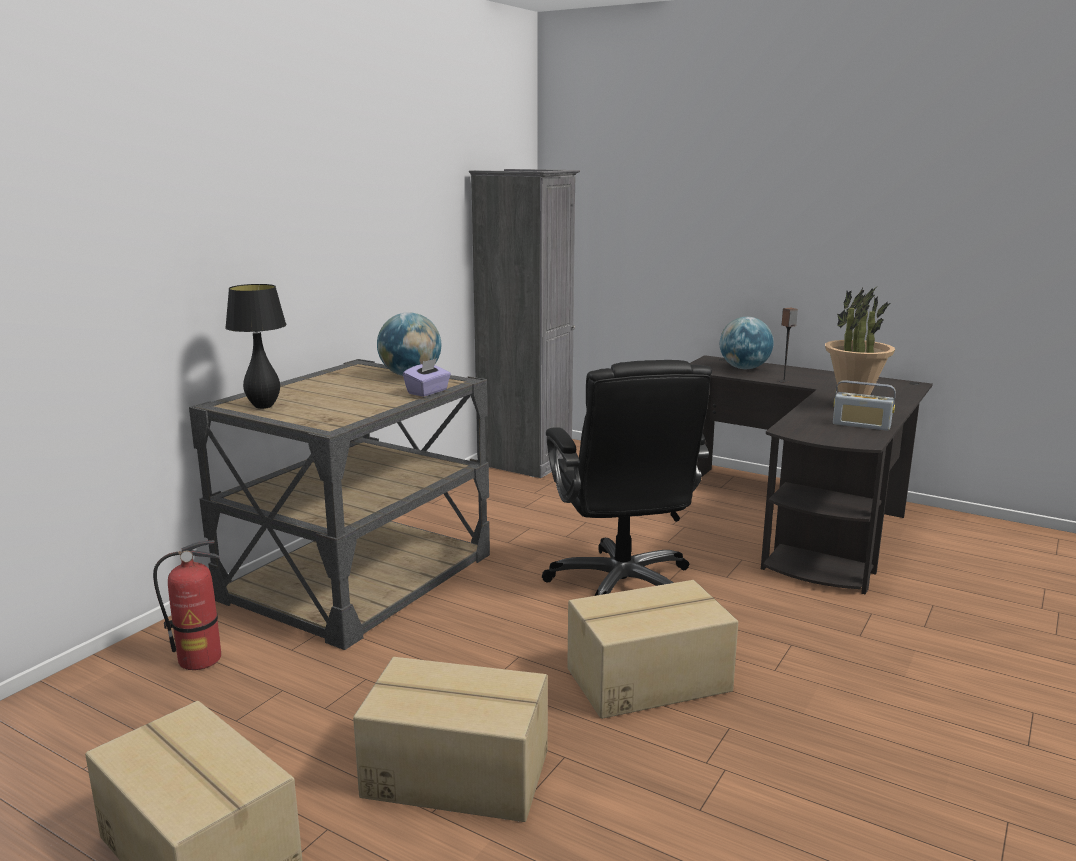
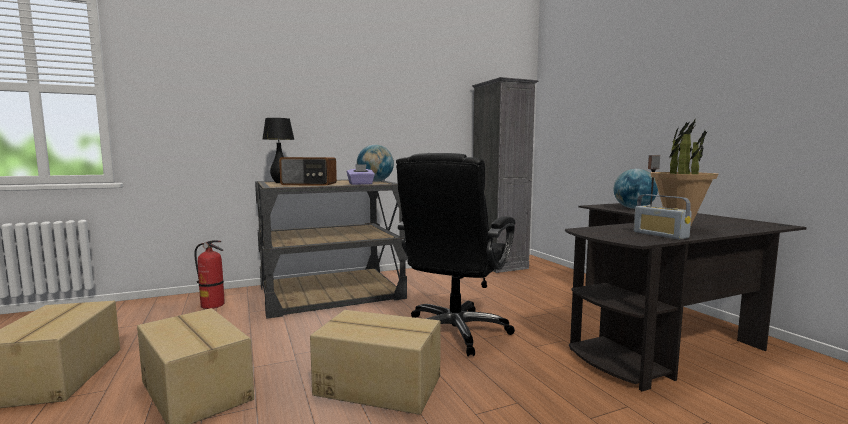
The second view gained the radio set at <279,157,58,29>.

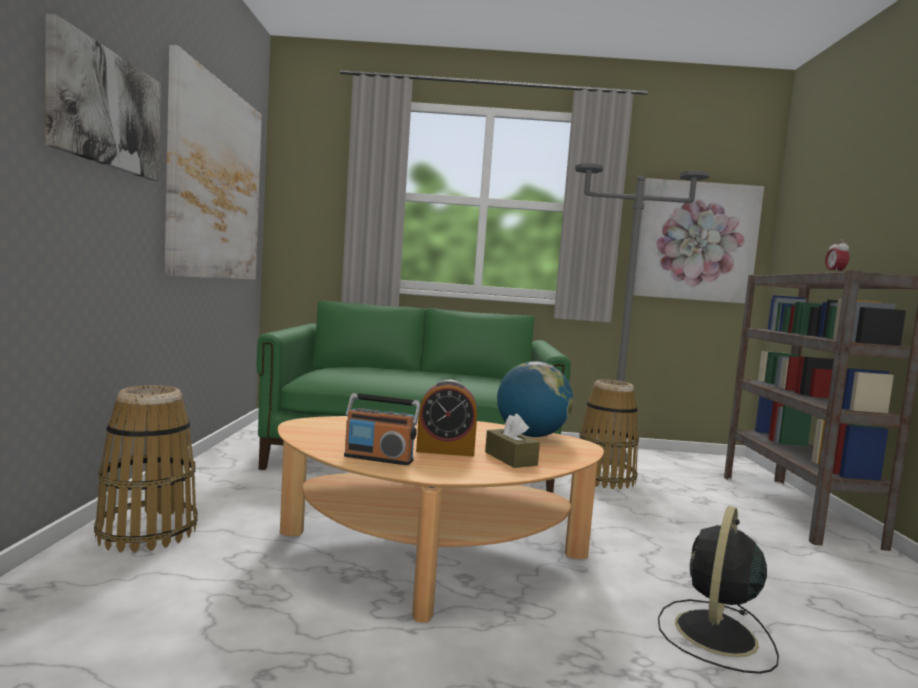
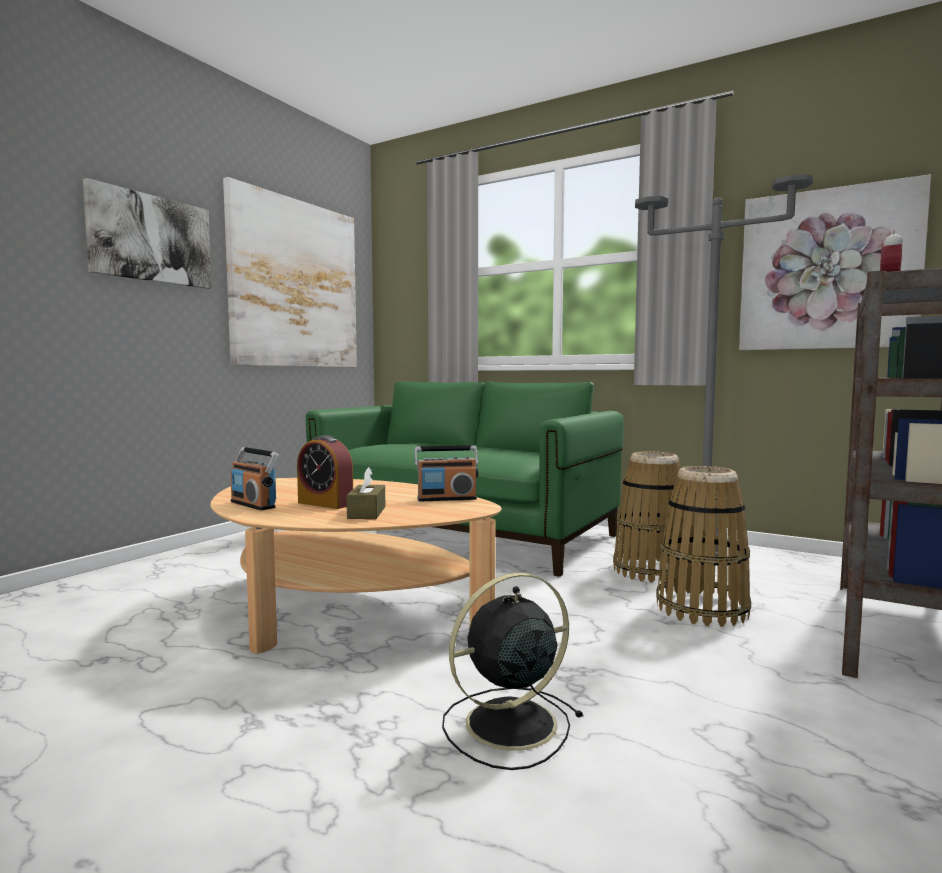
The basket ended up elsewhere, having gone from <94,385,104,168> to <656,466,95,161>.
Where the world globe stood at <497,361,76,76>, the radio set came to stand at <415,445,64,56>.

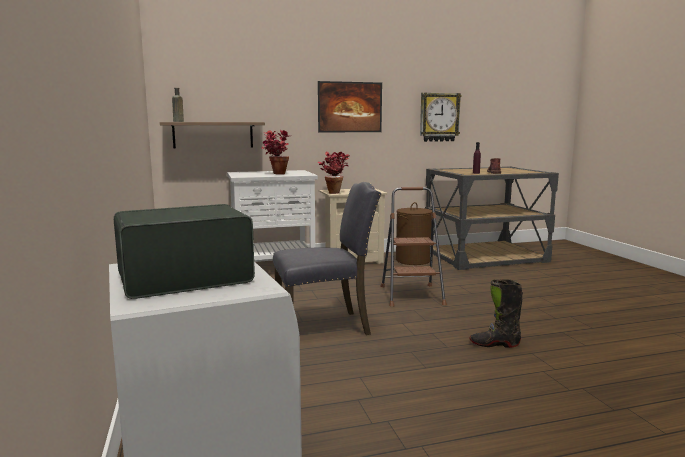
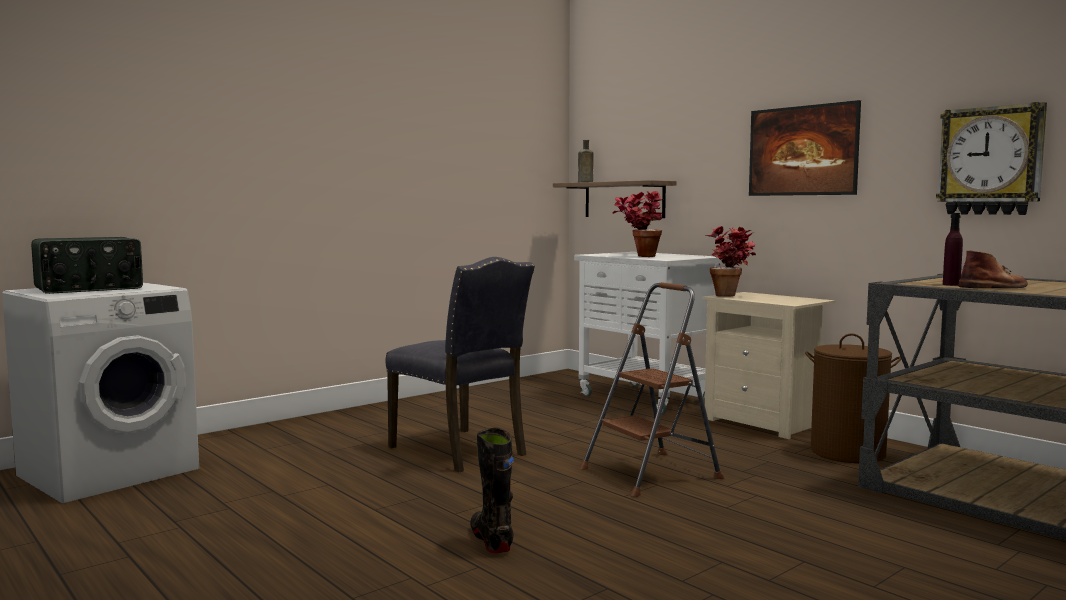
The radio set at <114,204,141,95> ended up facing another way, 105 degrees clockwise from before.

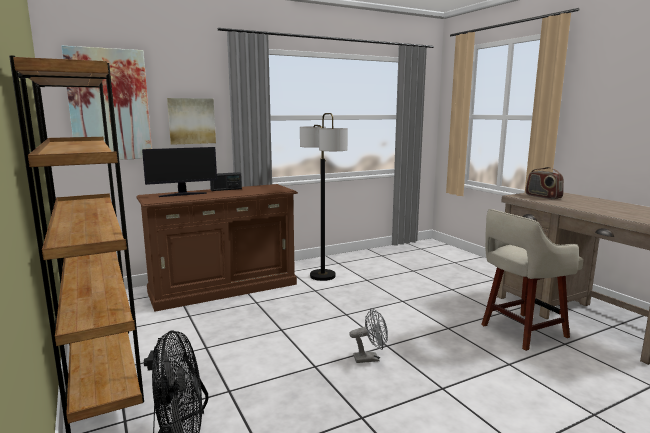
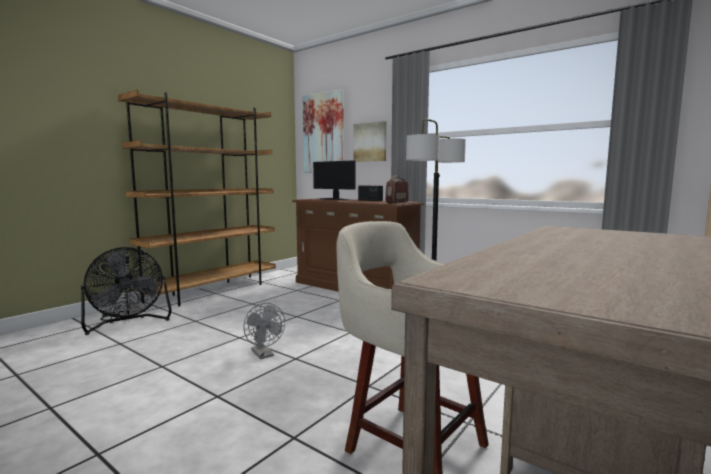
The radio set ended up elsewhere, having gone from <526,167,38,32> to <385,175,24,28>.

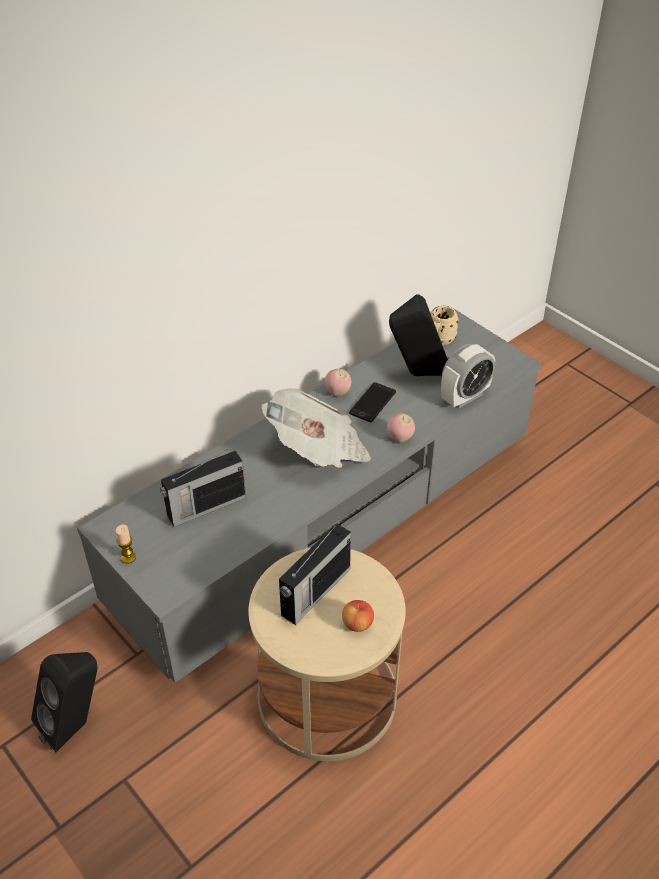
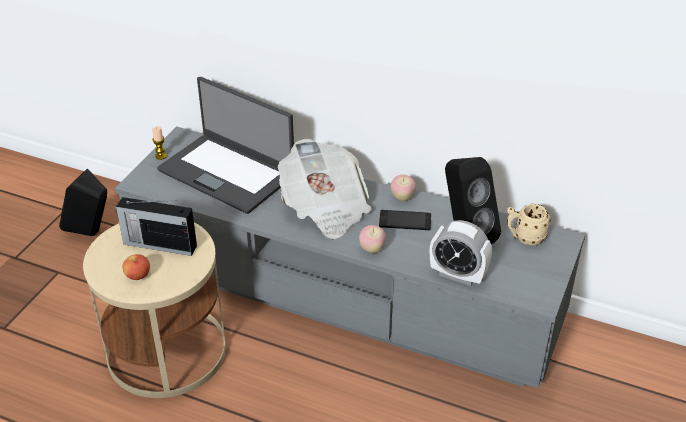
Where the radio set stood at <160,449,86,78>, the laptop came to stand at <157,77,137,137>.

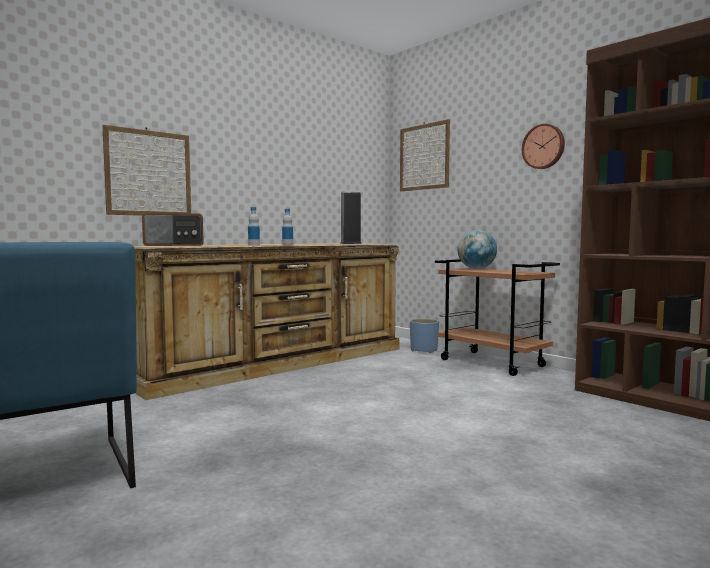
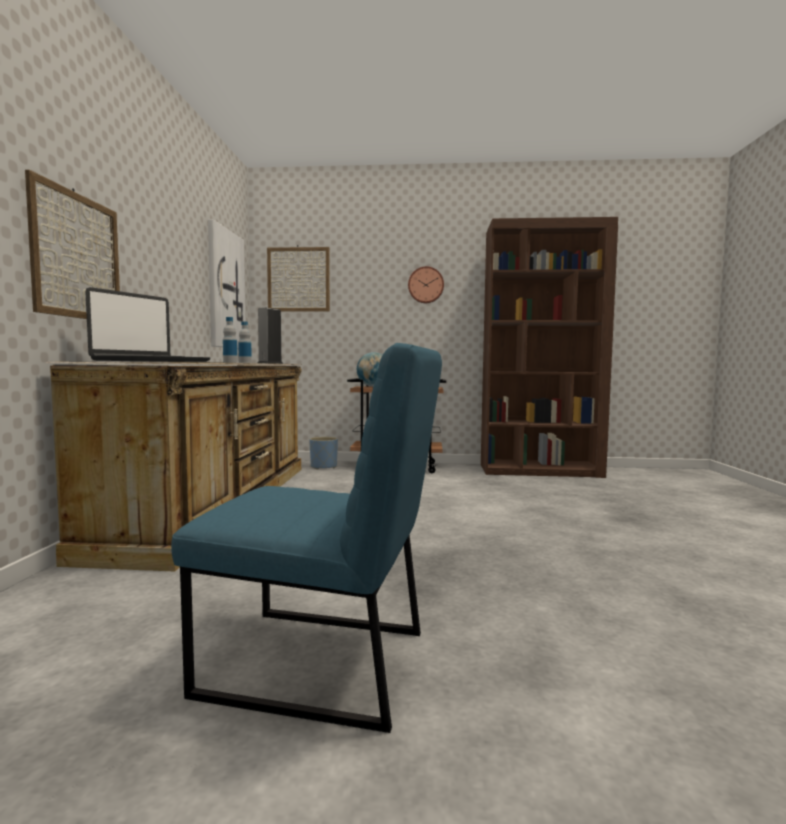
The second view gained the picture at <208,219,37,130>.
Where the radio set stood at <142,213,62,33>, the laptop came to stand at <85,287,125,75>.

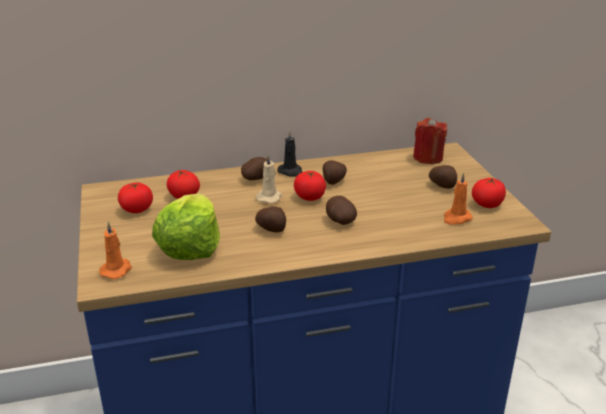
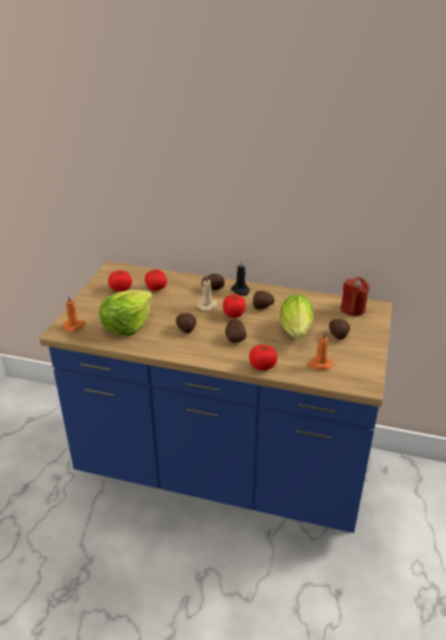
The second view gained the lettuce head at <280,294,34,45>.
The fresh tomato ended up elsewhere, having gone from <472,177,34,31> to <249,345,28,25>.

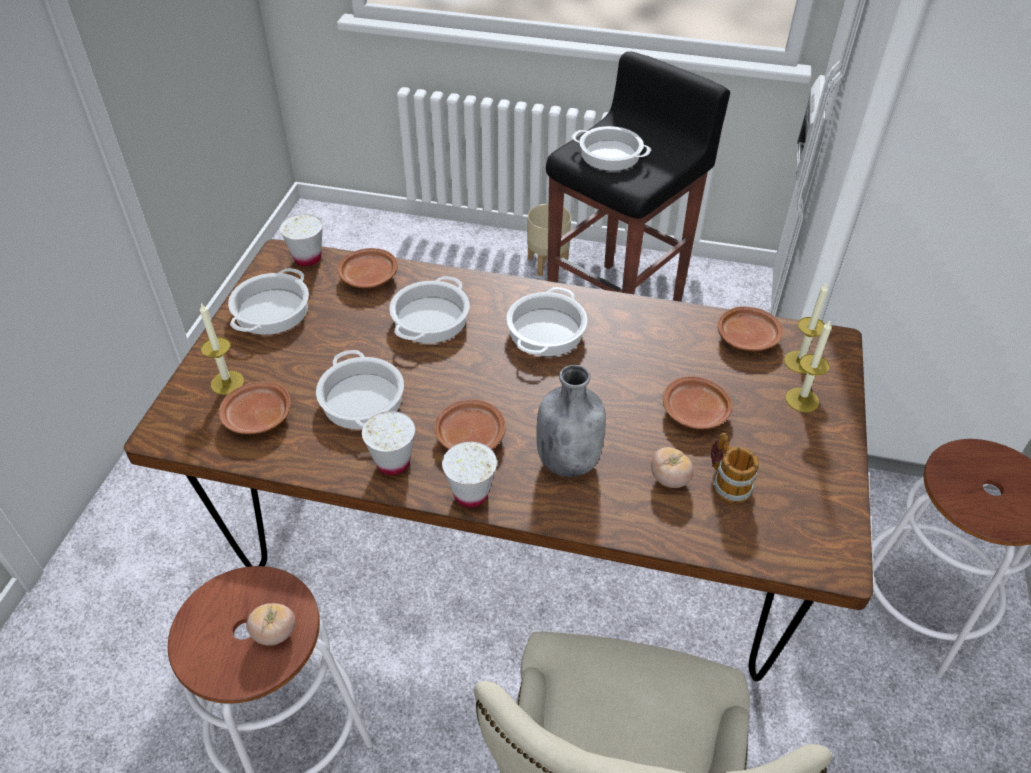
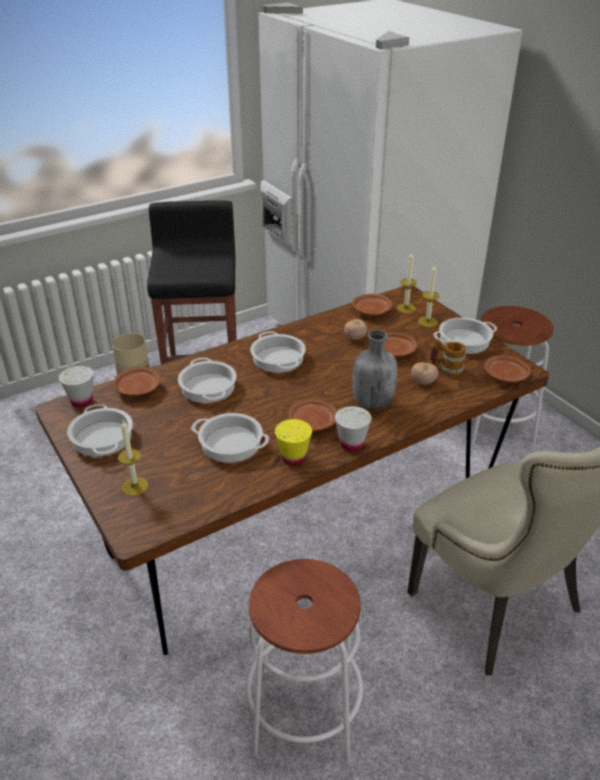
The flat dish (brown-coloured) ended up elsewhere, having gone from <219,381,72,53> to <484,355,47,28>.
The fresh tomato ended up elsewhere, having gone from <246,603,49,43> to <344,319,23,21>.
The saucepot ended up elsewhere, having gone from <572,126,79,45> to <433,317,64,37>.
What was the small cup (white-coloured) at <362,411,53,64> turned into the small cup (yellow) at <275,419,37,46>.

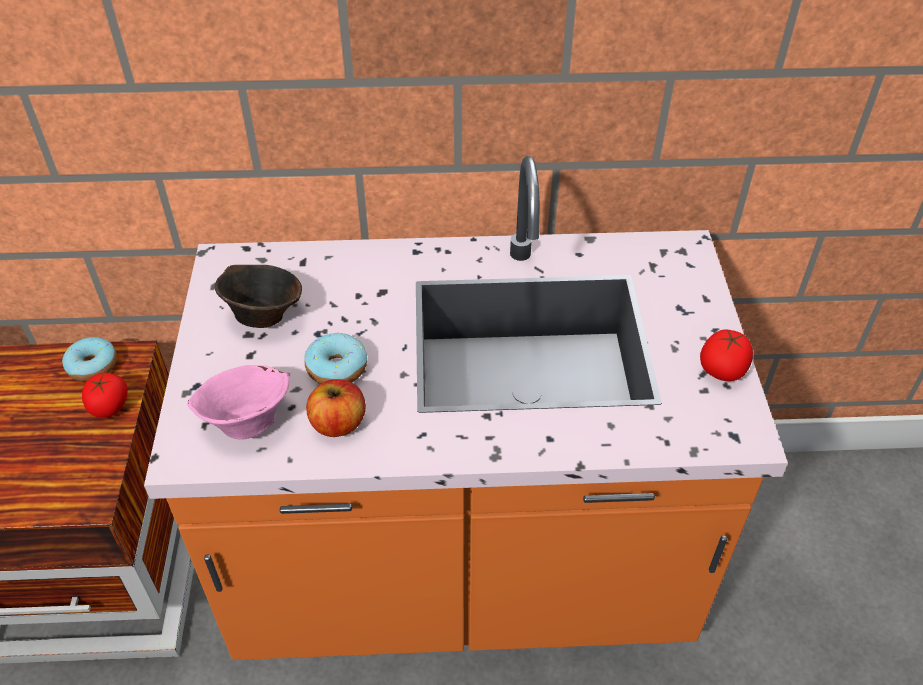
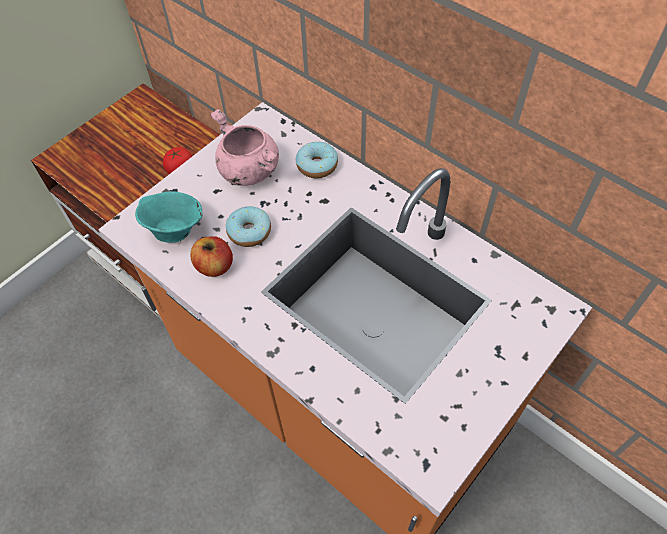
The second view lost the fresh tomato at <700,329,53,52>.
The doughnut ended up elsewhere, having gone from <62,337,55,45> to <296,142,42,36>.
Where the serving bowl (brown-coloured) stood at <215,265,87,63>, the saucepot (pinkish) came to stand at <211,109,68,77>.
What was the serving bowl (pinkish) at <187,365,102,75> turned into the serving bowl (blue-green) at <135,191,67,52>.

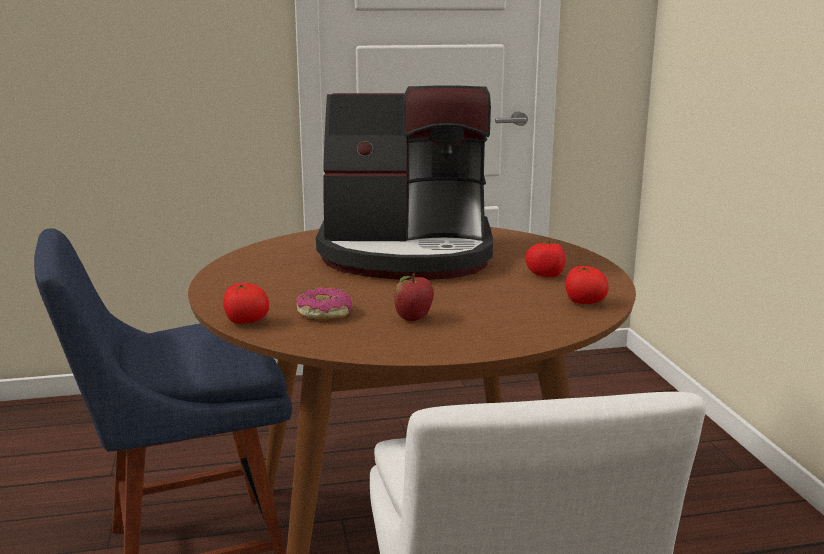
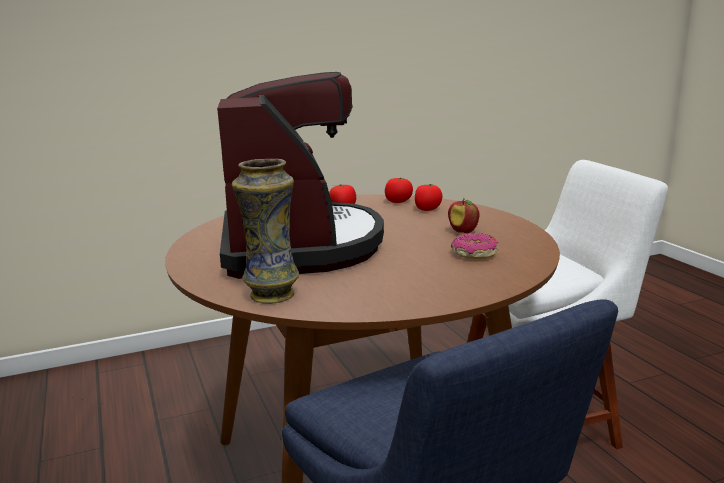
The second view gained the vase at <232,159,67,145>.
The fresh tomato ended up elsewhere, having gone from <223,283,46,41> to <415,184,28,27>.

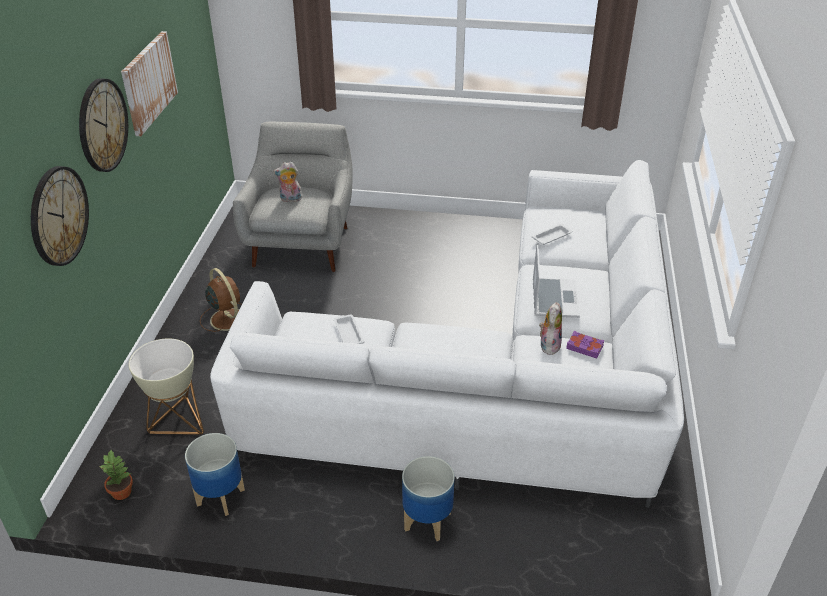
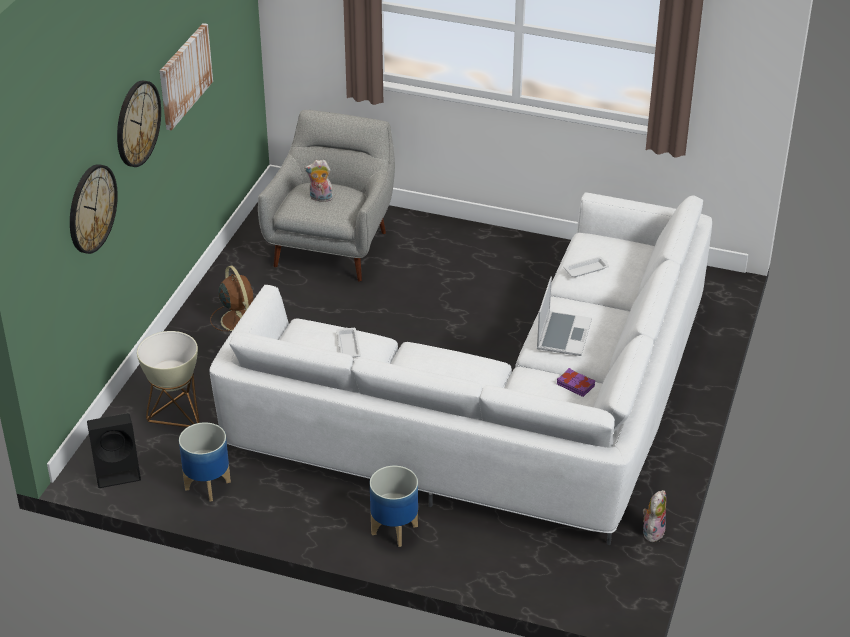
The cuddly toy ended up elsewhere, having gone from <539,302,23,53> to <643,490,24,52>.
Where the potted plant stood at <101,450,32,50>, the audio speaker (blackish) came to stand at <87,413,54,75>.

